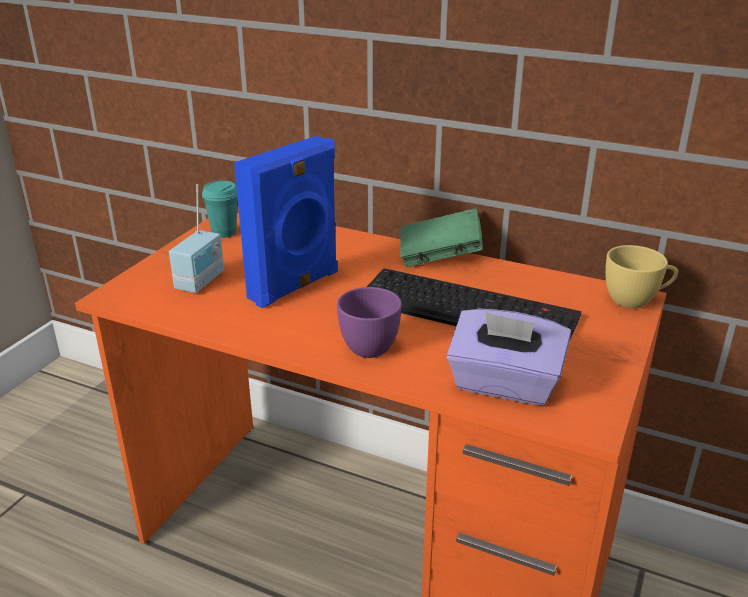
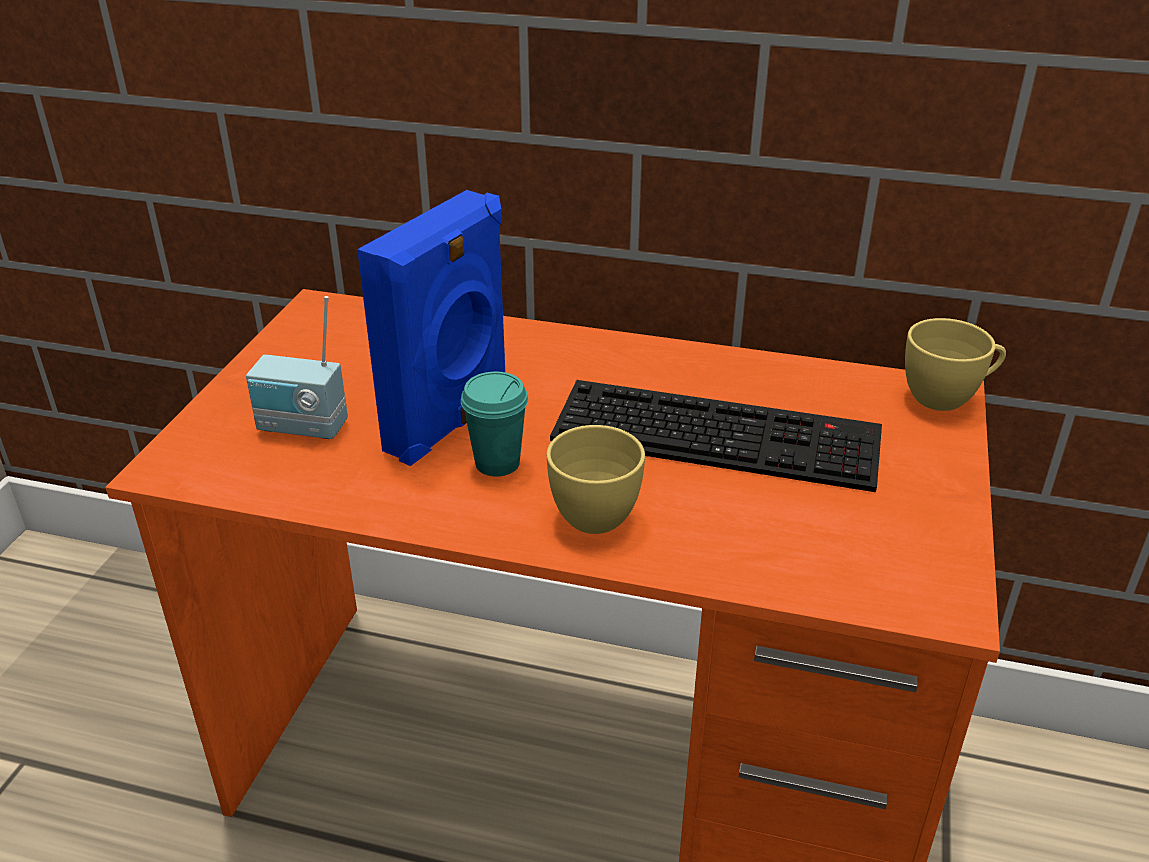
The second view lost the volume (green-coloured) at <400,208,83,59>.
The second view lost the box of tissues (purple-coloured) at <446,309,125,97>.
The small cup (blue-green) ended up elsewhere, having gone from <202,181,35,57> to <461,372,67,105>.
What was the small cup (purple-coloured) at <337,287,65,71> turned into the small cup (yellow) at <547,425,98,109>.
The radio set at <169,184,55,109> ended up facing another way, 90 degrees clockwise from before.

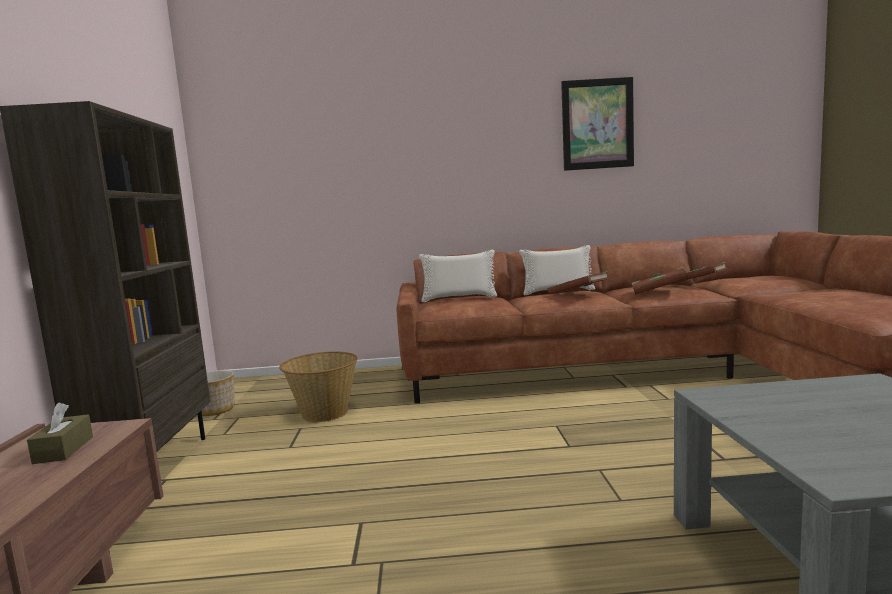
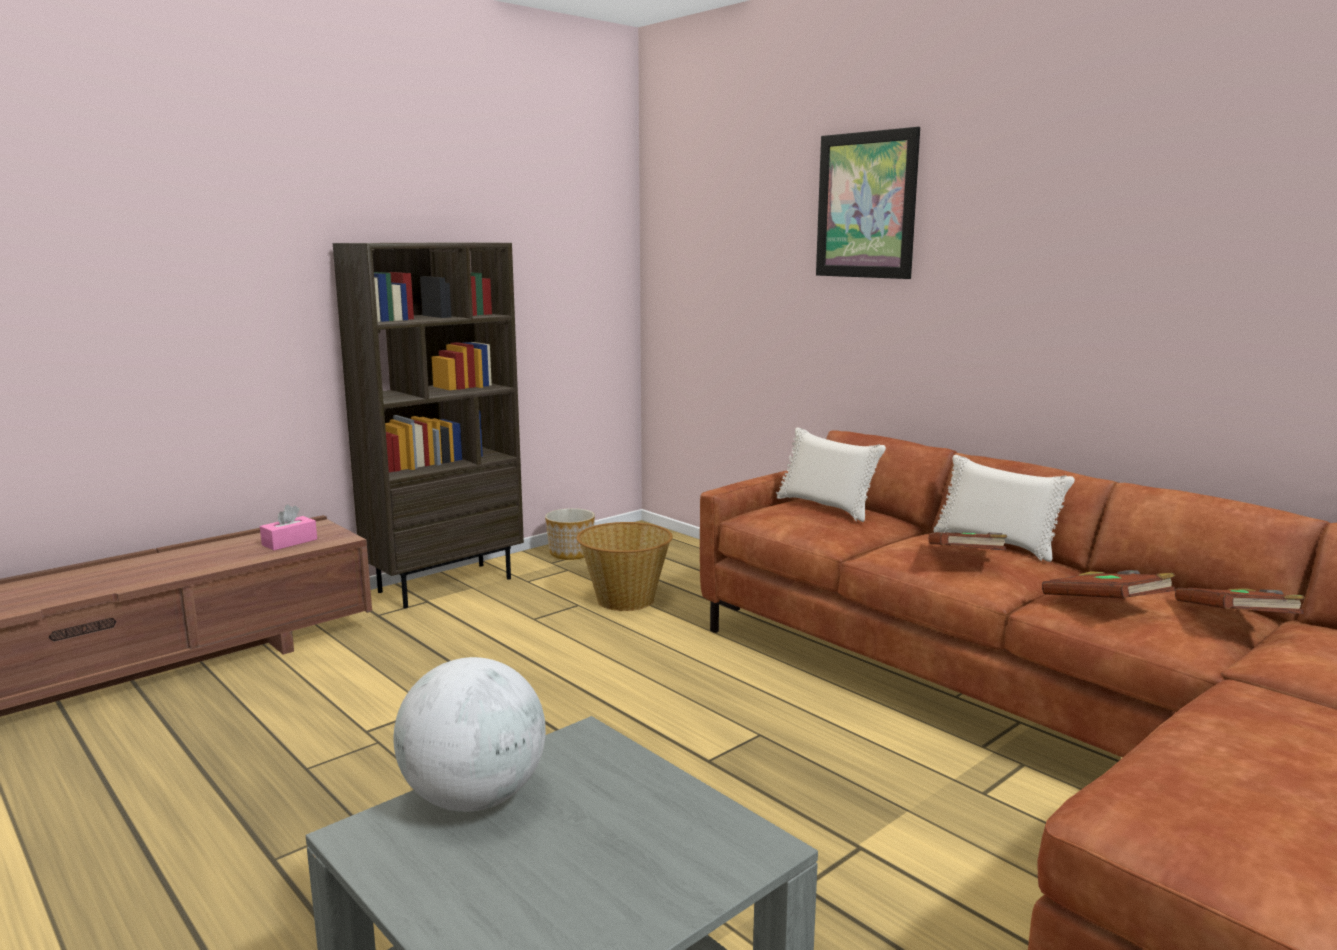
The second view gained the world globe at <393,657,153,155>.
The picture ended up elsewhere, having gone from <561,77,73,94> to <816,127,104,152>.
What was the box of tissues (brown-coloured) at <27,403,66,61> turned into the box of tissues (pinkish) at <260,504,57,46>.

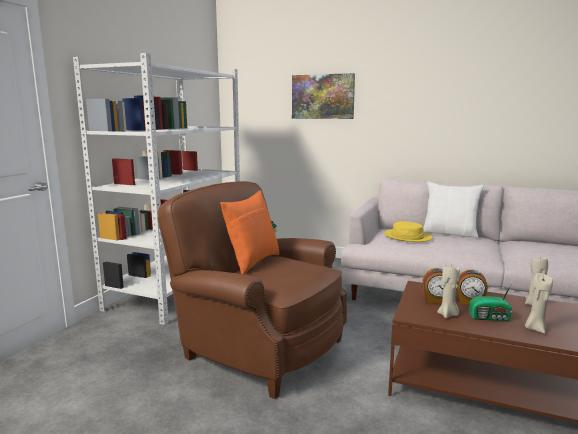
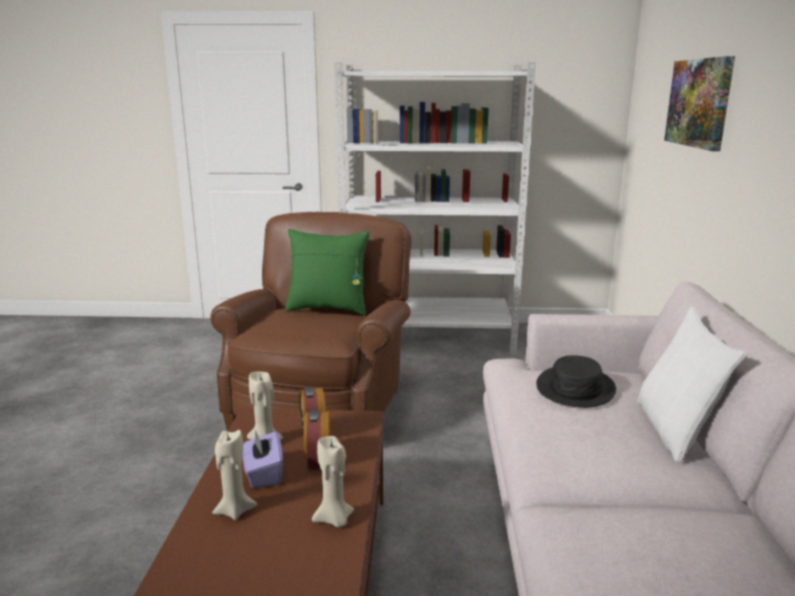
Where the radio set stood at <469,283,43,38>, the box of tissues (purple-coloured) came to stand at <243,430,40,58>.
What was the pillow (orange) at <220,190,59,85> turned into the pillow (green-coloured) at <285,229,84,87>.
What was the clothing hat (yellow) at <384,221,49,21> turned into the clothing hat (blackish) at <536,355,80,53>.

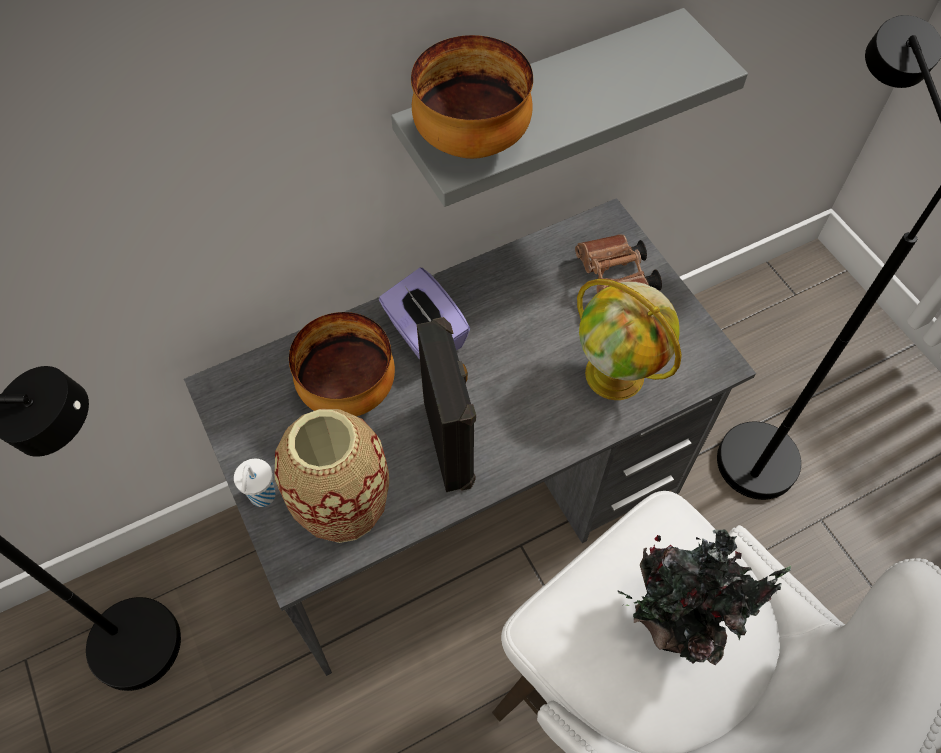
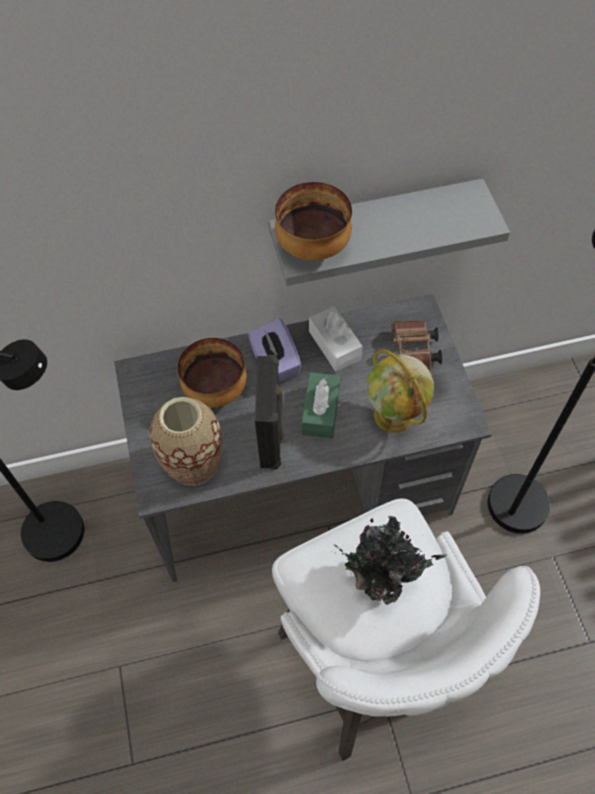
The second view lost the small cup (white-coloured) at <234,459,41,48>.
The second view gained the box of tissues (green-coloured) at <301,372,39,66>.
The second view gained the box of tissues (white-coloured) at <309,306,54,65>.

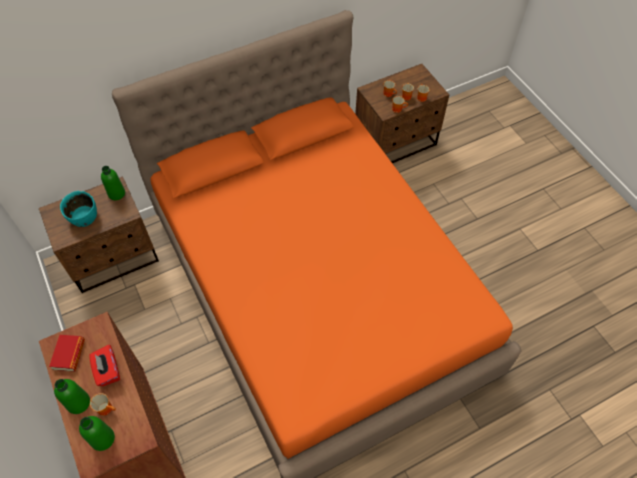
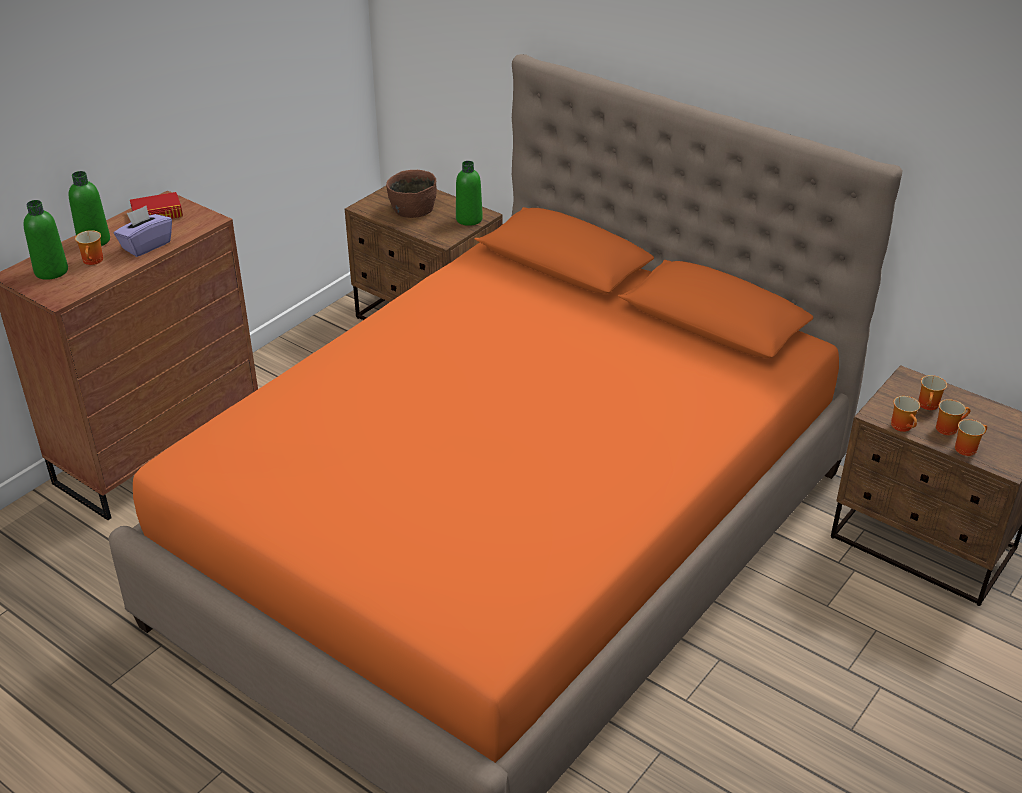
What was the serving bowl (blue-green) at <60,191,37,36> turned into the serving bowl (brown-coloured) at <386,170,51,48>.
What was the box of tissues (red-coloured) at <90,345,30,41> turned into the box of tissues (purple-coloured) at <114,206,58,51>.

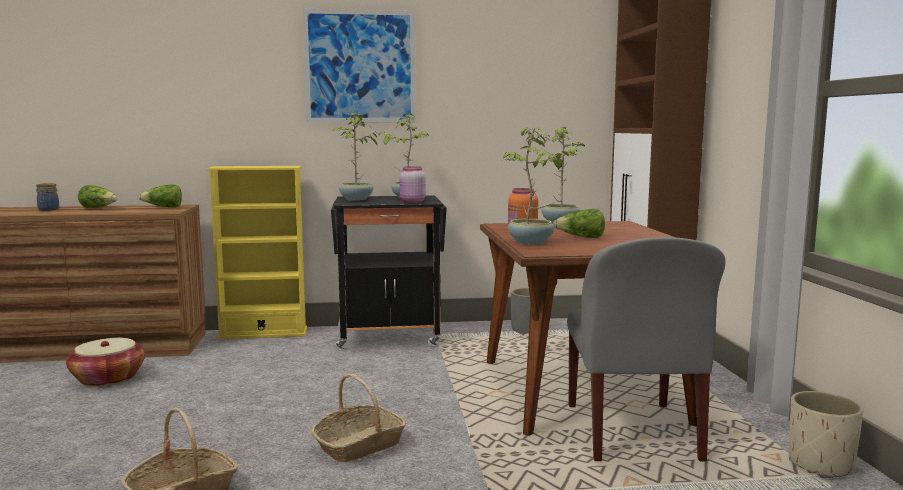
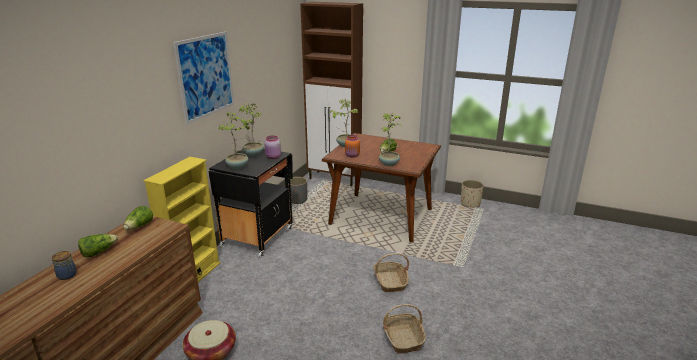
The second view lost the plain chair (greyish) at <567,237,158,224>.

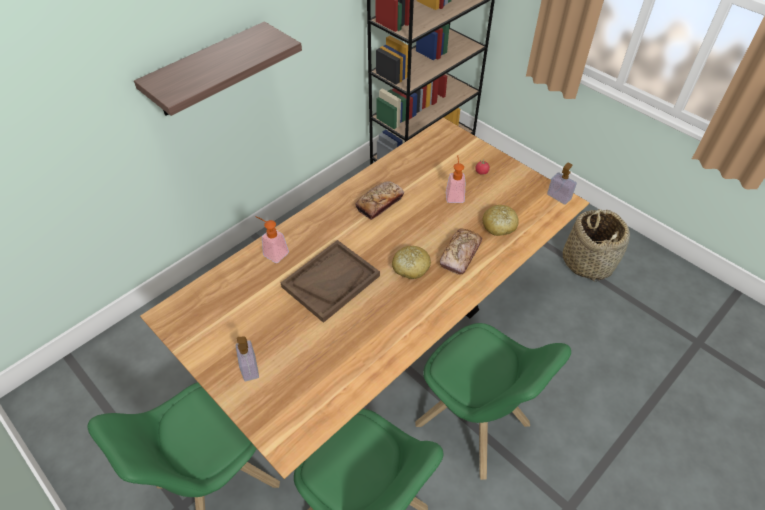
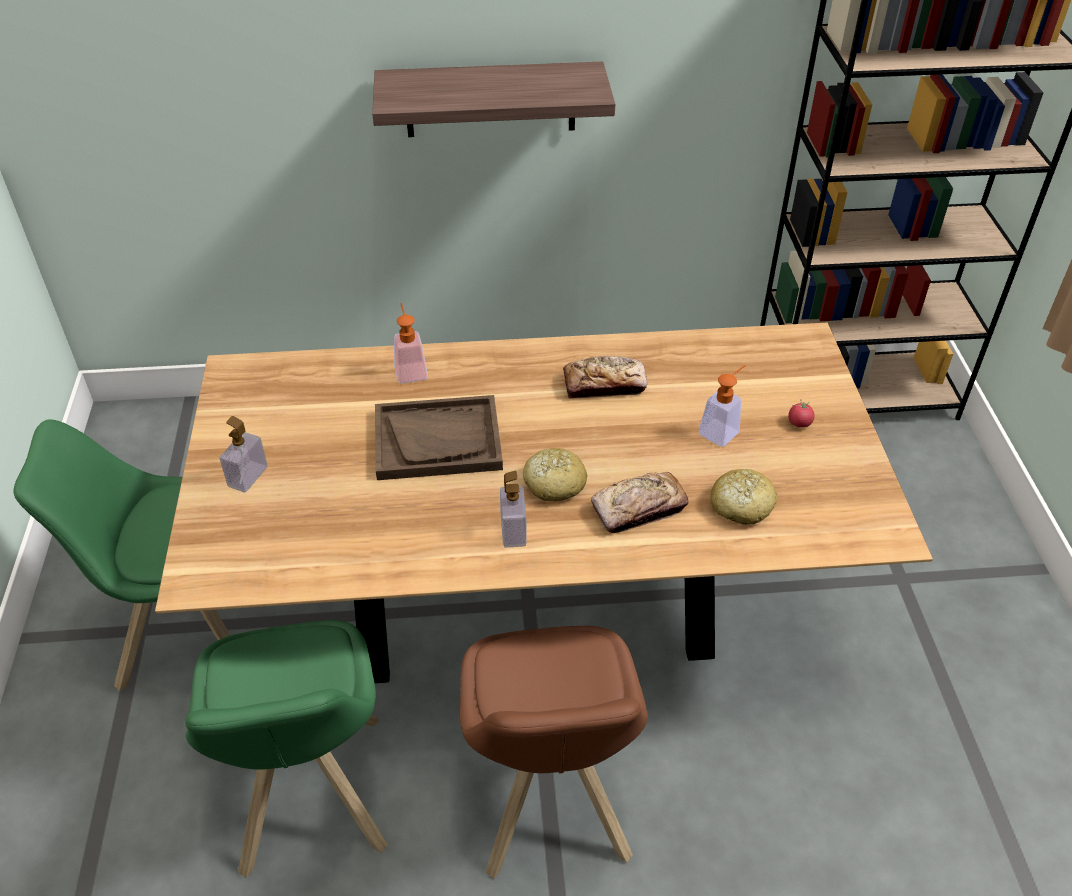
The second view lost the basket at <563,209,67,73>.
The soap dispenser ended up elsewhere, having gone from <547,163,30,42> to <500,471,27,77>.
What was the plain chair (green-coloured) at <415,323,156,157> turned into the plain chair (brown-coloured) at <460,626,188,253>.

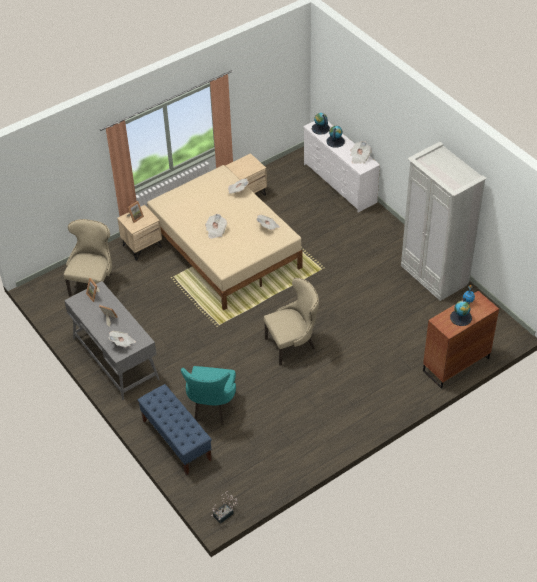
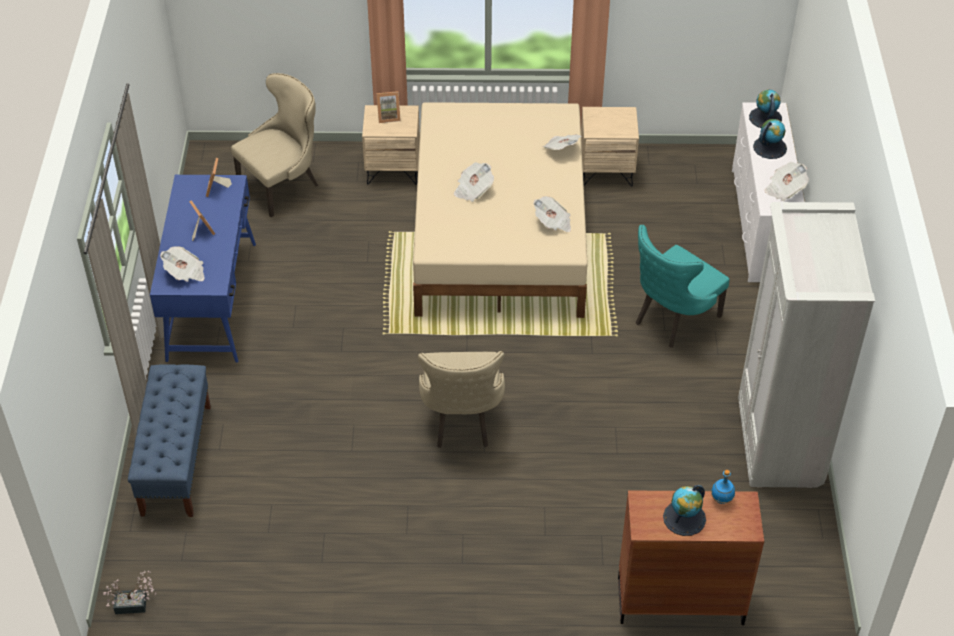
The plain chair (blue-green) ended up elsewhere, having gone from <181,366,55,59> to <636,225,93,123>.
What was the desk table (greyish) at <64,281,96,119> turned into the desk table (bluish) at <150,175,106,188>.
The plain chair (beige) at <264,278,55,87> ended up facing another way, 75 degrees clockwise from before.

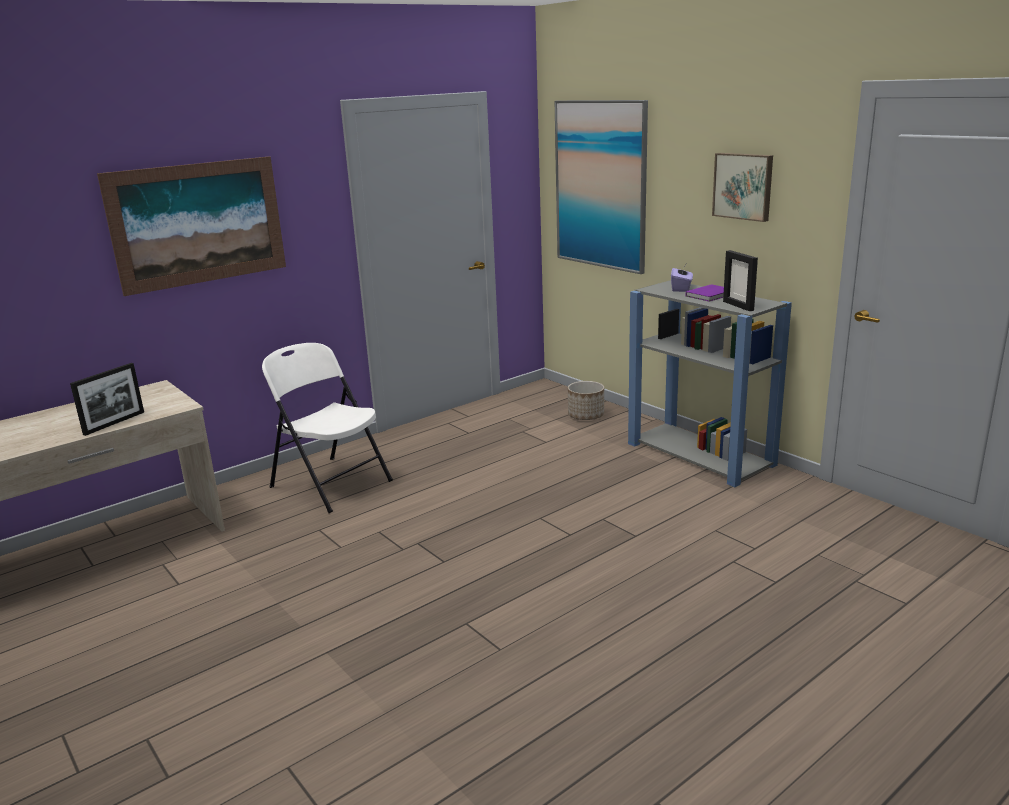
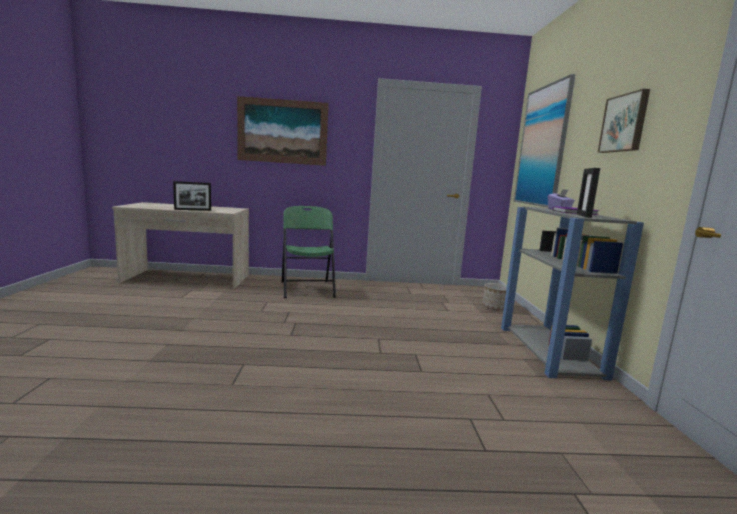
What was the plain chair (white-coloured) at <262,343,131,170> turned into the plain chair (green-coloured) at <281,206,55,92>.

